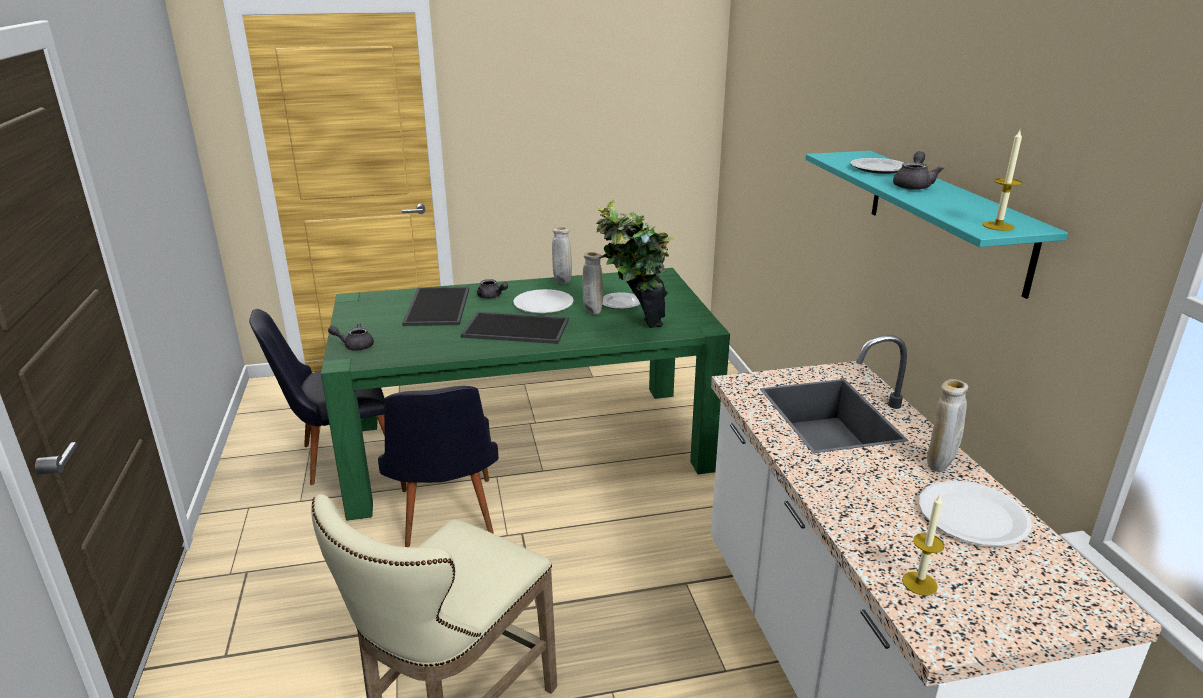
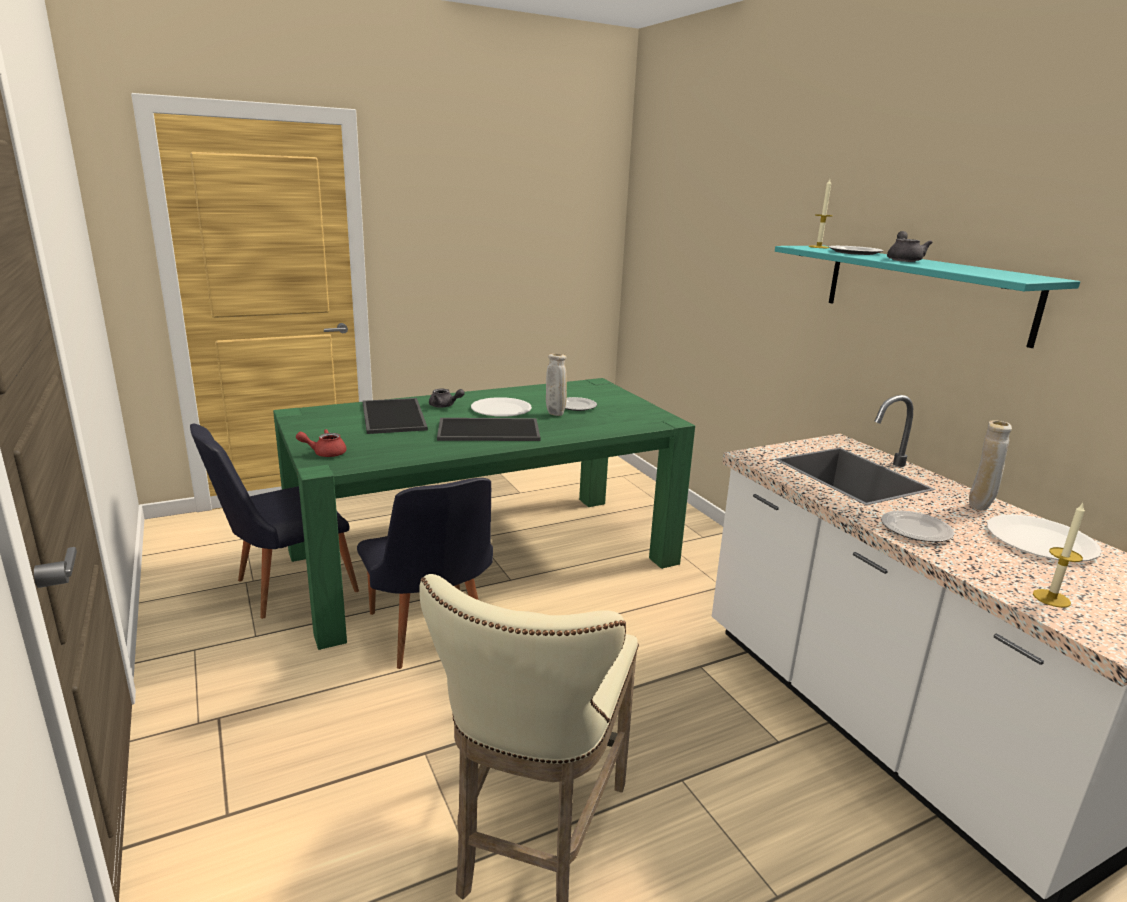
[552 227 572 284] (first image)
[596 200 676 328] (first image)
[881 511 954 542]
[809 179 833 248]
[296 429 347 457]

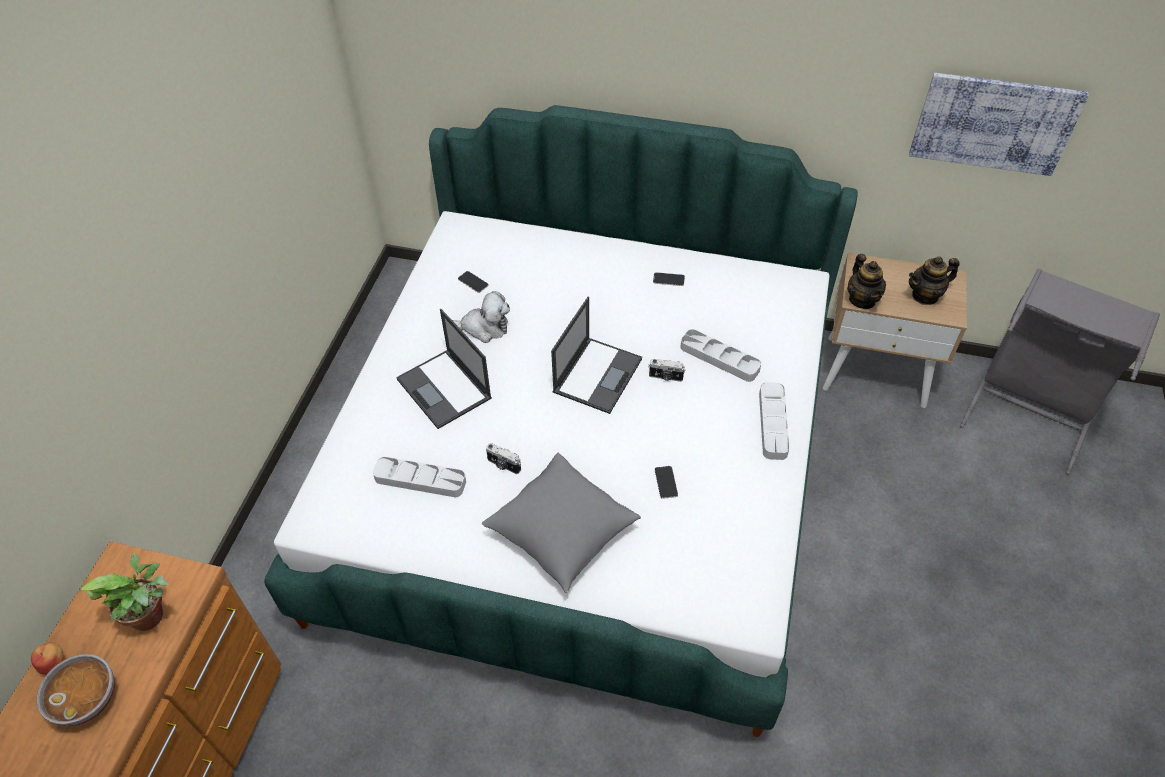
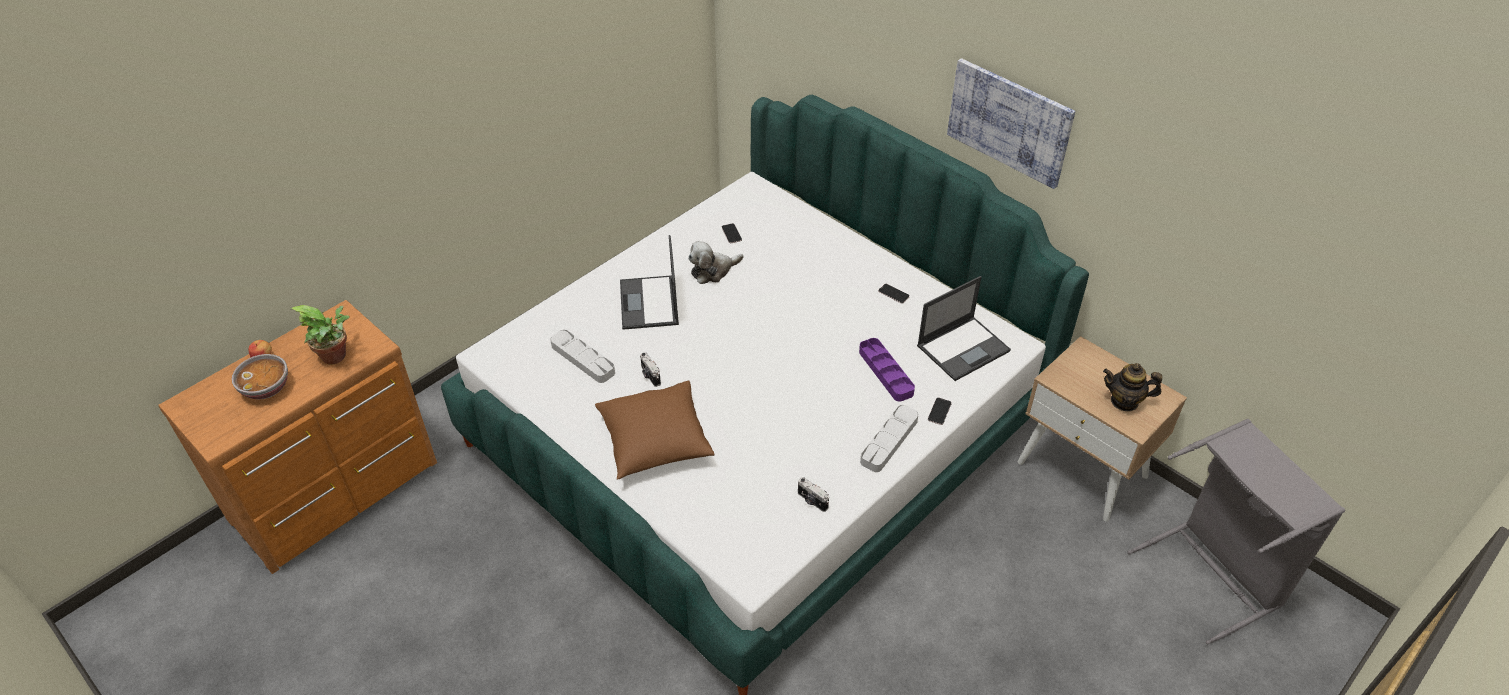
[847 254 886 309] (first image)
[917 276 1011 381]
[798 477 829 512]
[928 398 952 425]
[947 58 1075 189]
[595 380 715 480]
[859 338 915 402]
[688 241 743 284]

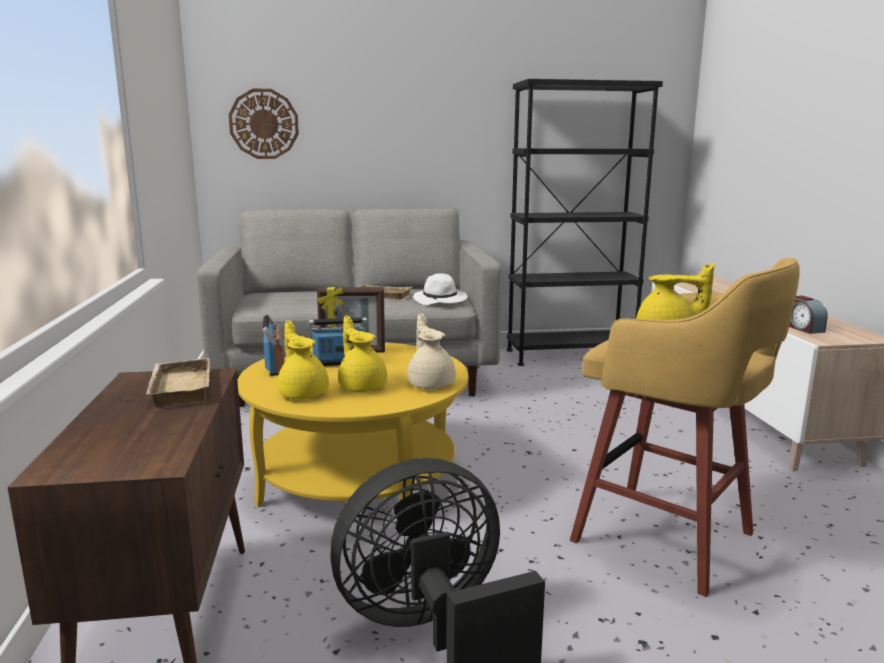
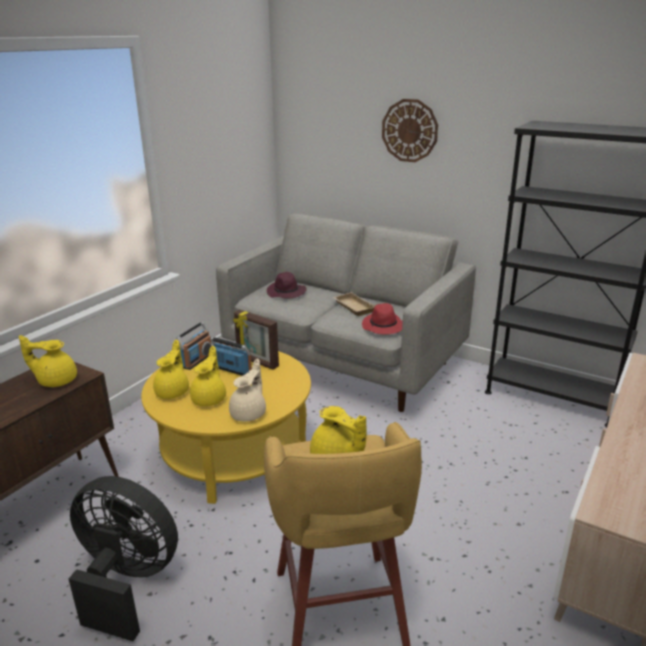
[789 296 828 334] (first image)
[267 272 307 298]
[382 99 438 162]
[19 335 77 387]
[362 303 403 335]

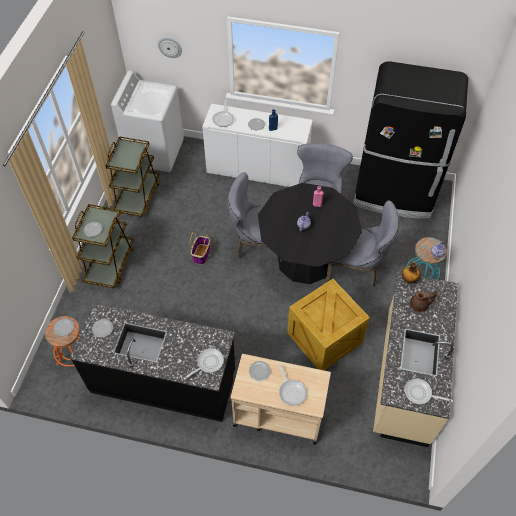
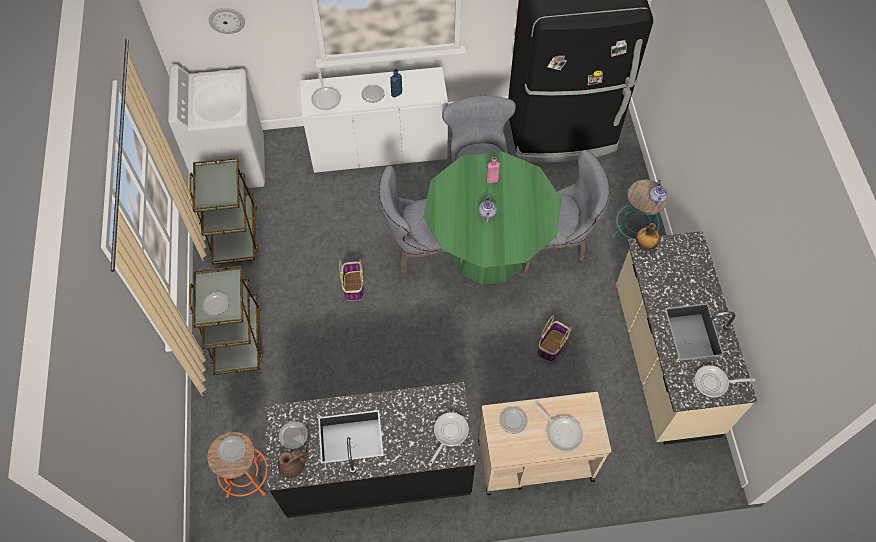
[278 447 308 478]
[537 315 572 362]
[423 151 562 285]

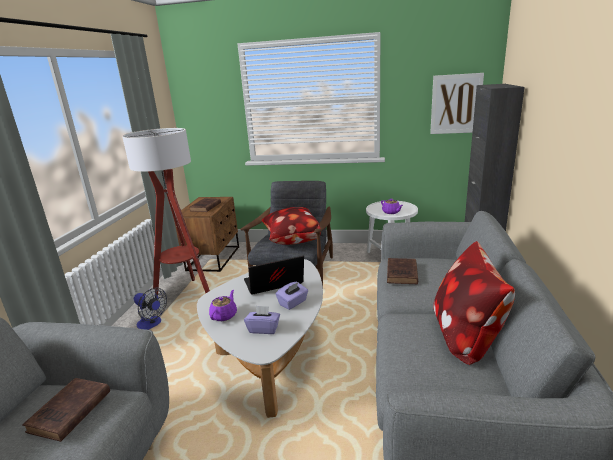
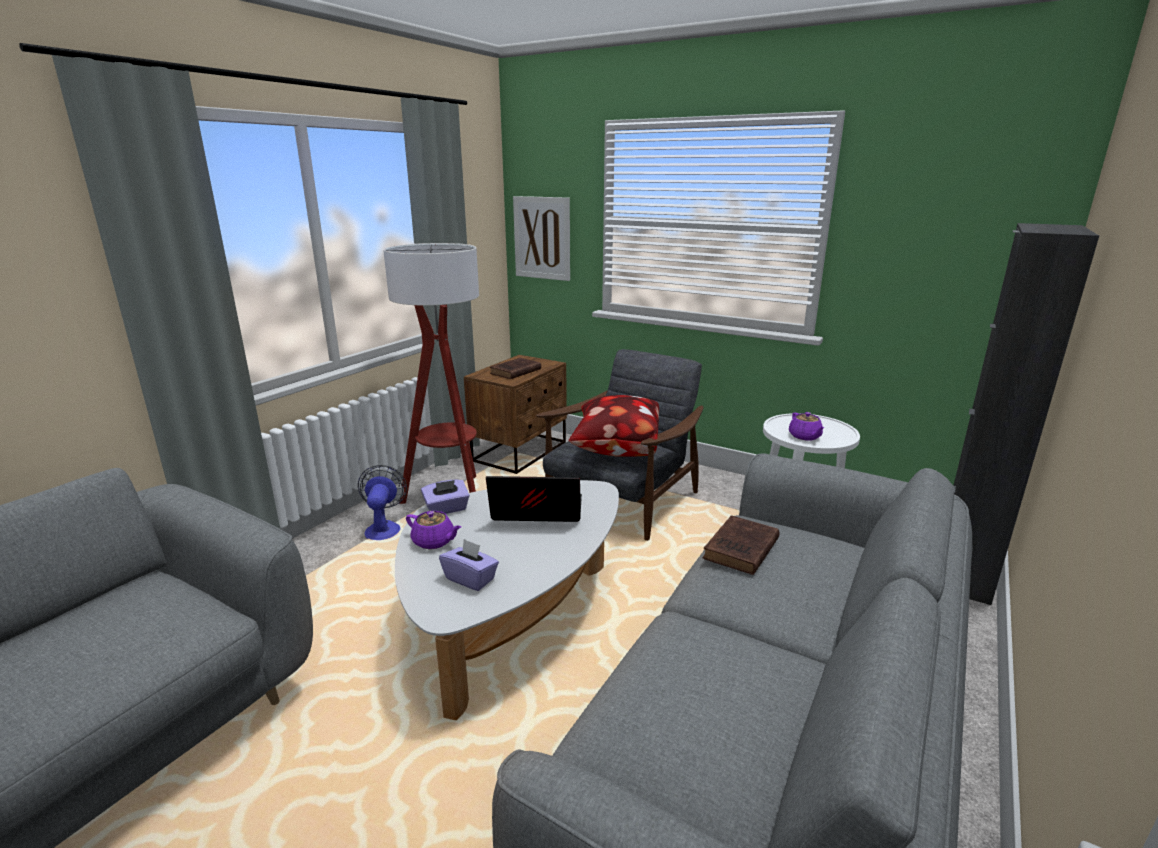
[22 378 110 442] (first image)
[433 241 515 365] (first image)
[421 479 470 514]
[513 196 570 281]
[358 465 407 540]
[406 511 461 549]

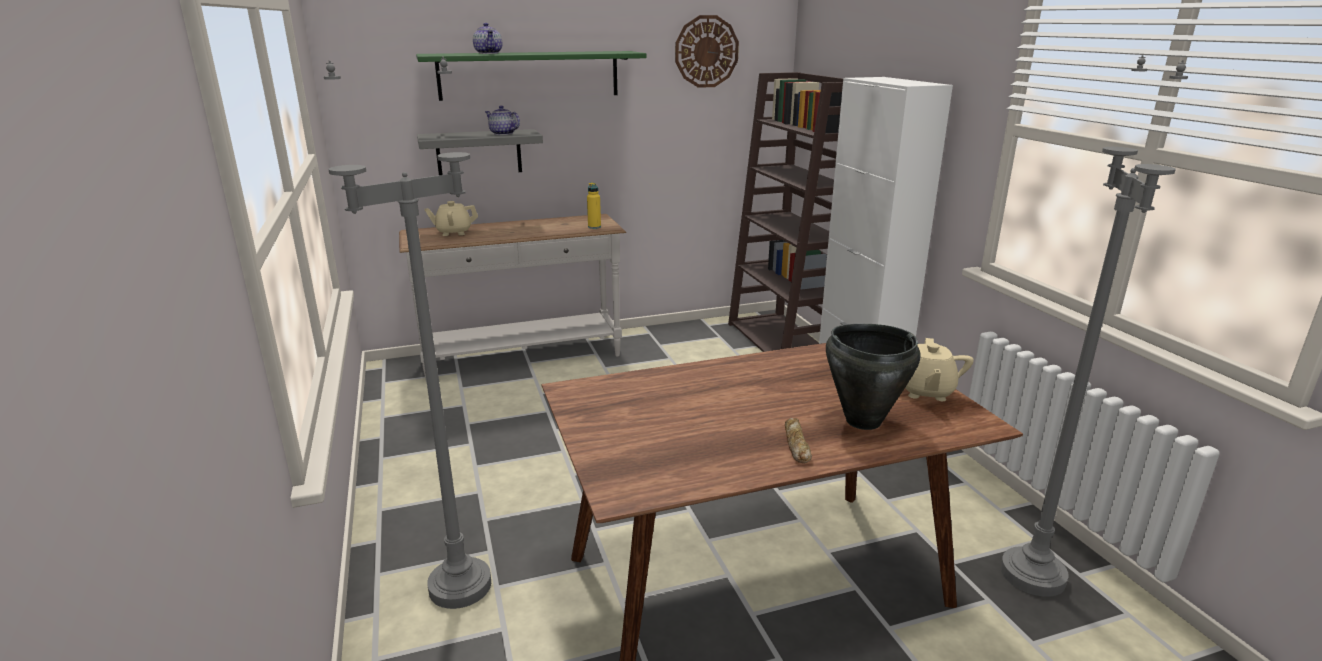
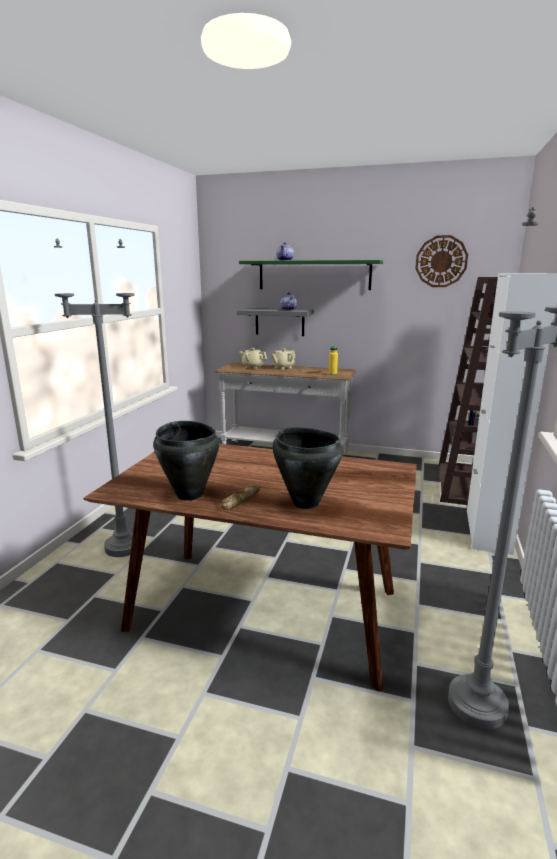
[153 421 220 501]
[271 348 296 369]

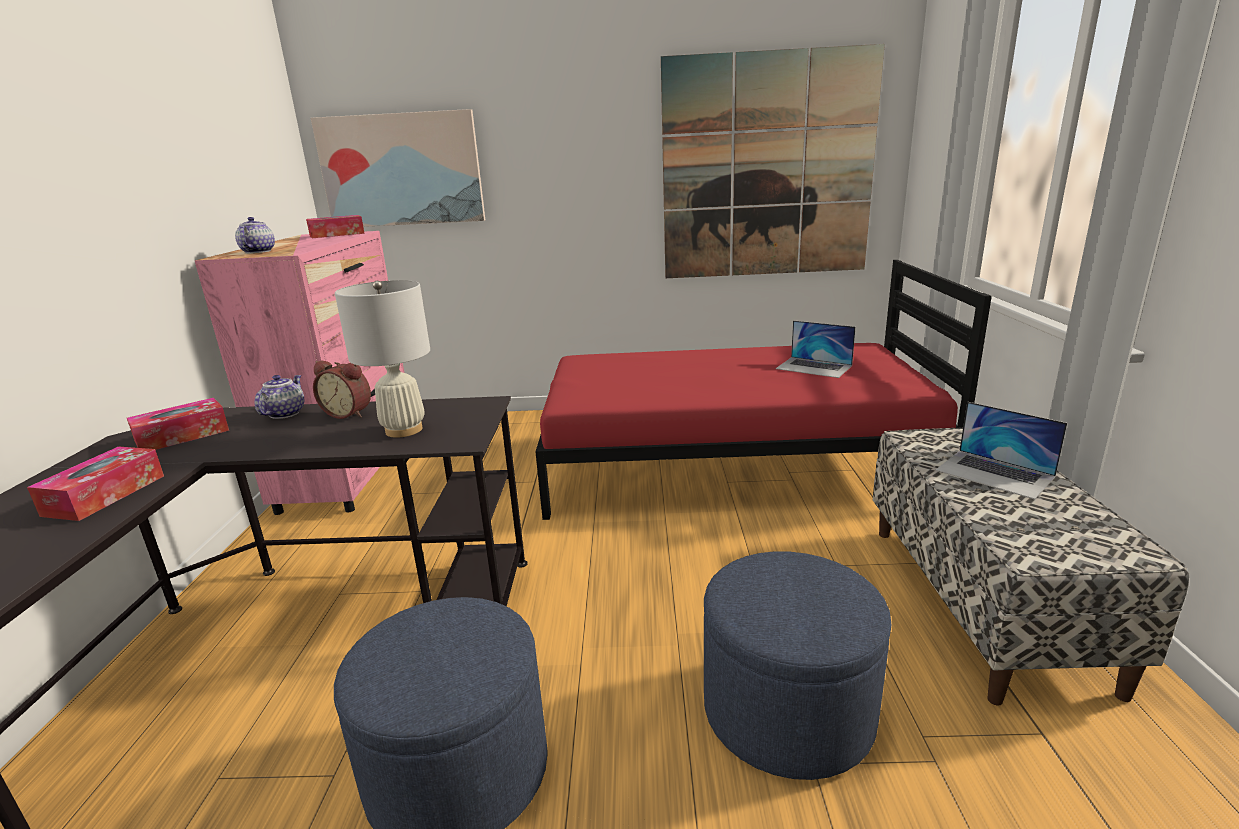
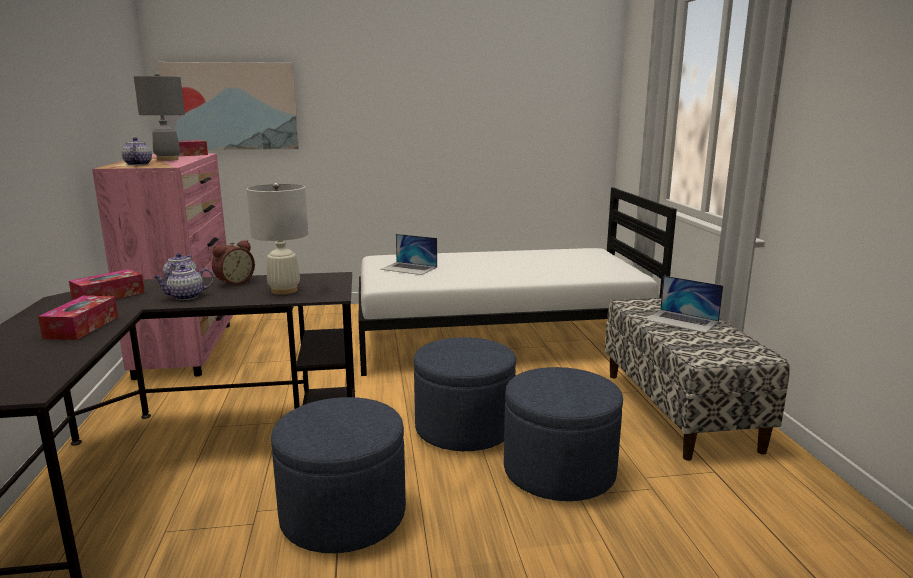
[661 44 885 278] (first image)
[134 73 185 161]
[153 265 214 300]
[414 337 516 451]
[380 234 437 275]
[359 188 677 376]
[212 240 255 286]

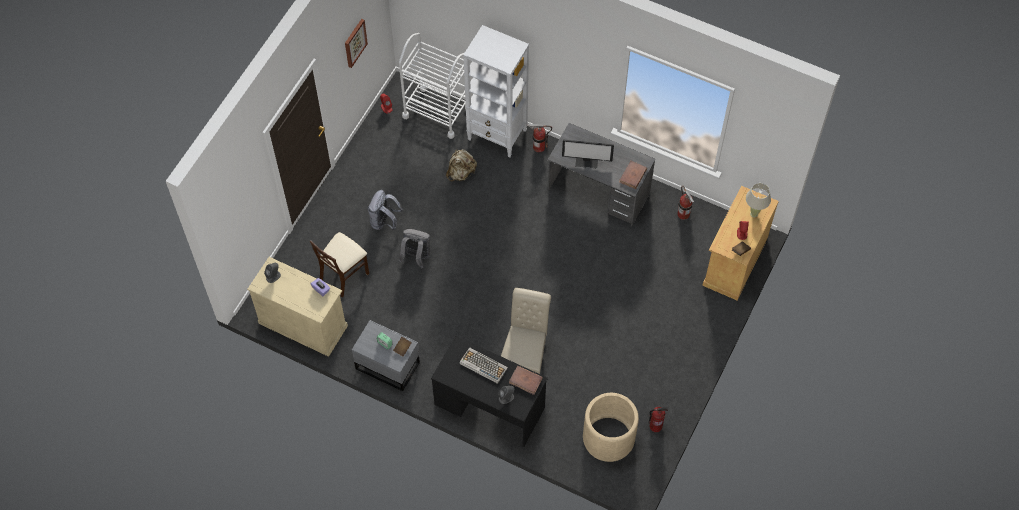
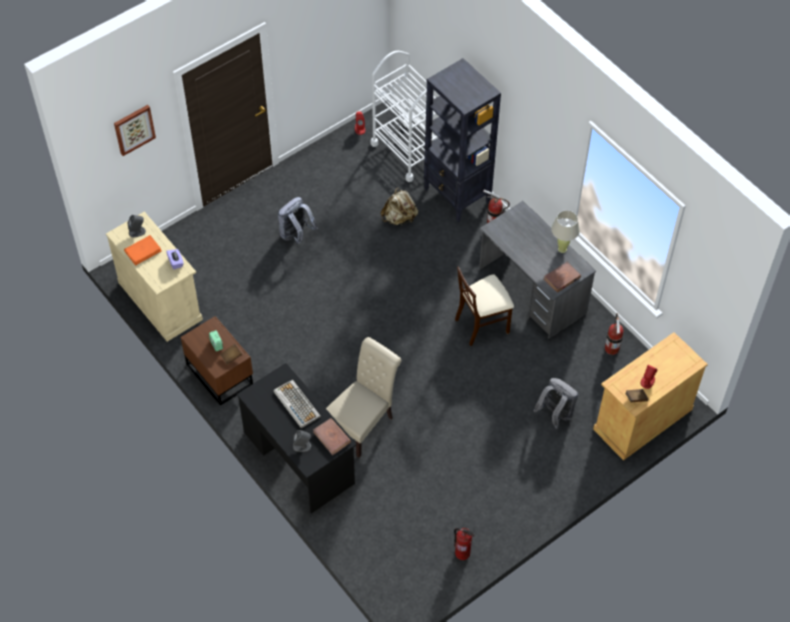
[562 140 614 169] (first image)
[583 393 639 462] (first image)
[124 235 162 266]
[455 266 514 346]
[114 105 156 156]
[533 378 578 429]
[551 210 580 253]
[181 316 253 406]
[424 58 501 222]

